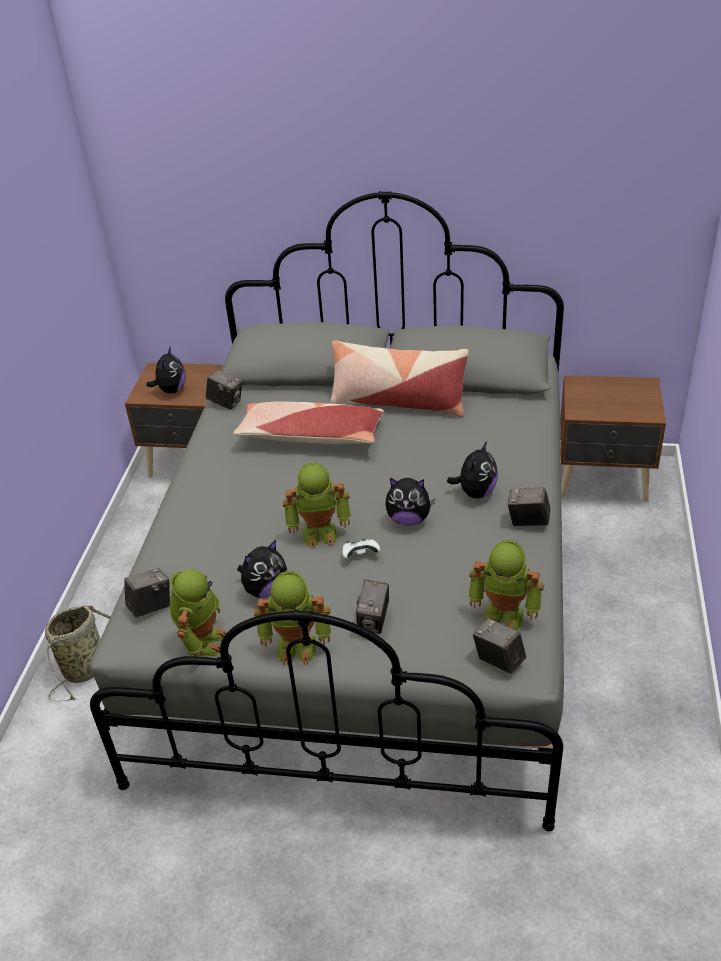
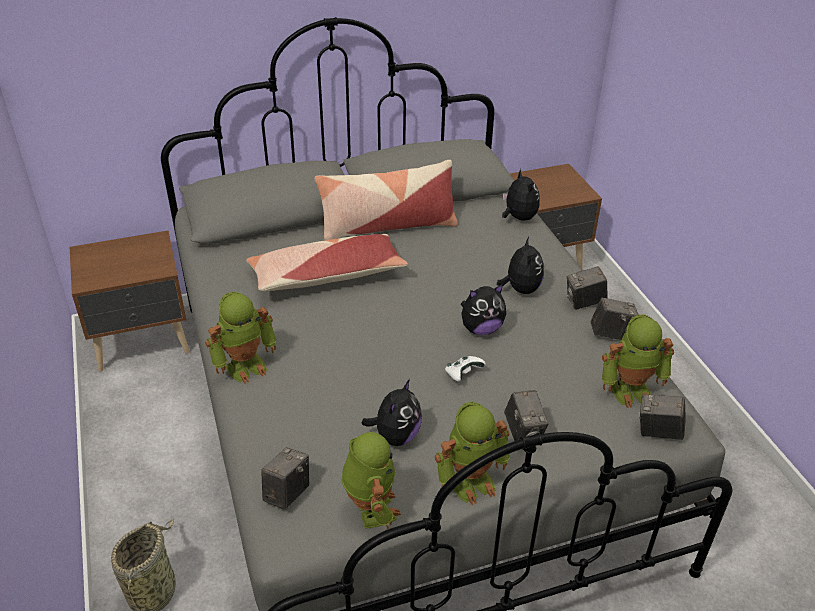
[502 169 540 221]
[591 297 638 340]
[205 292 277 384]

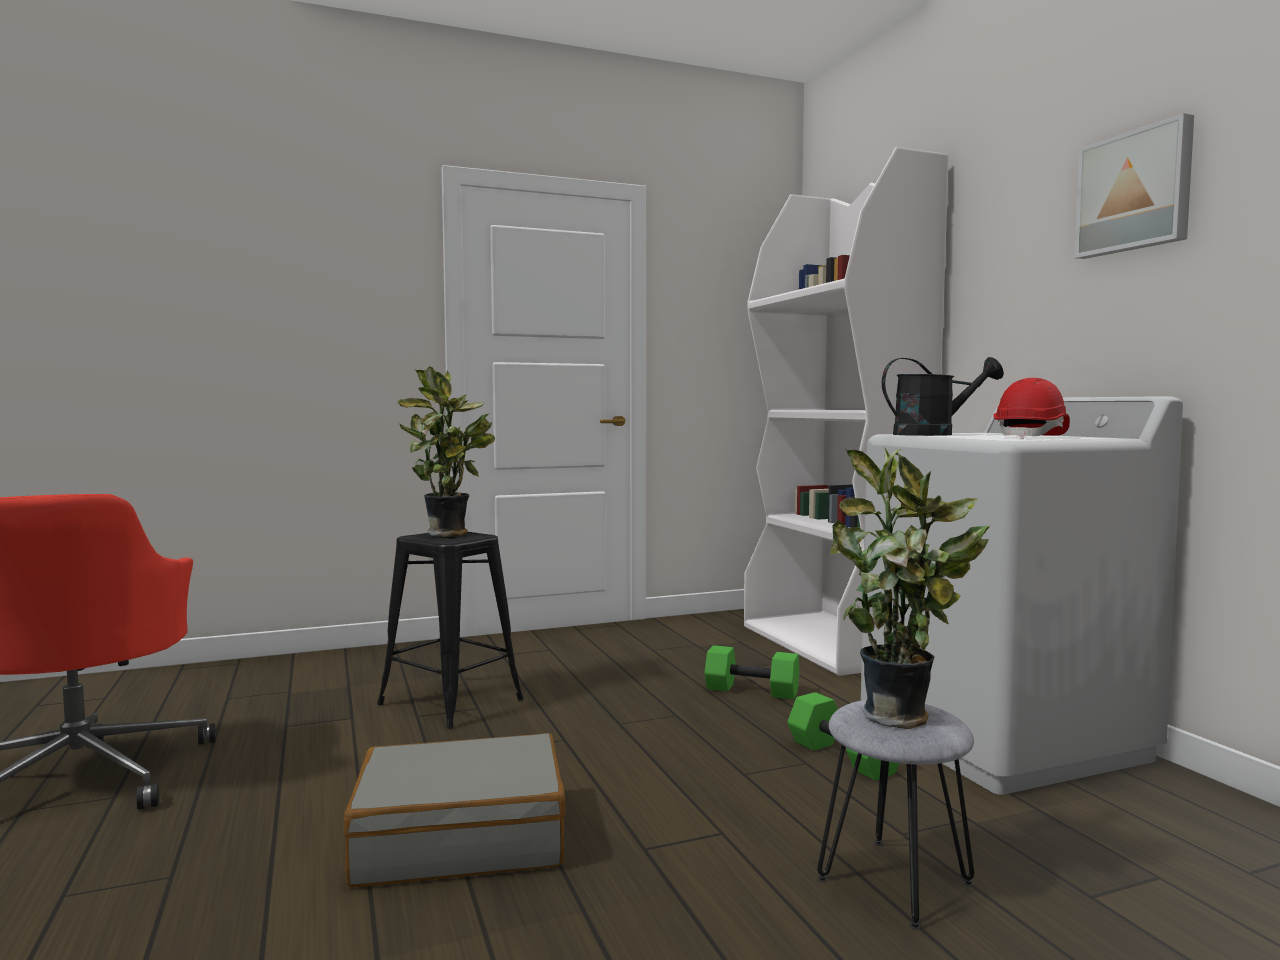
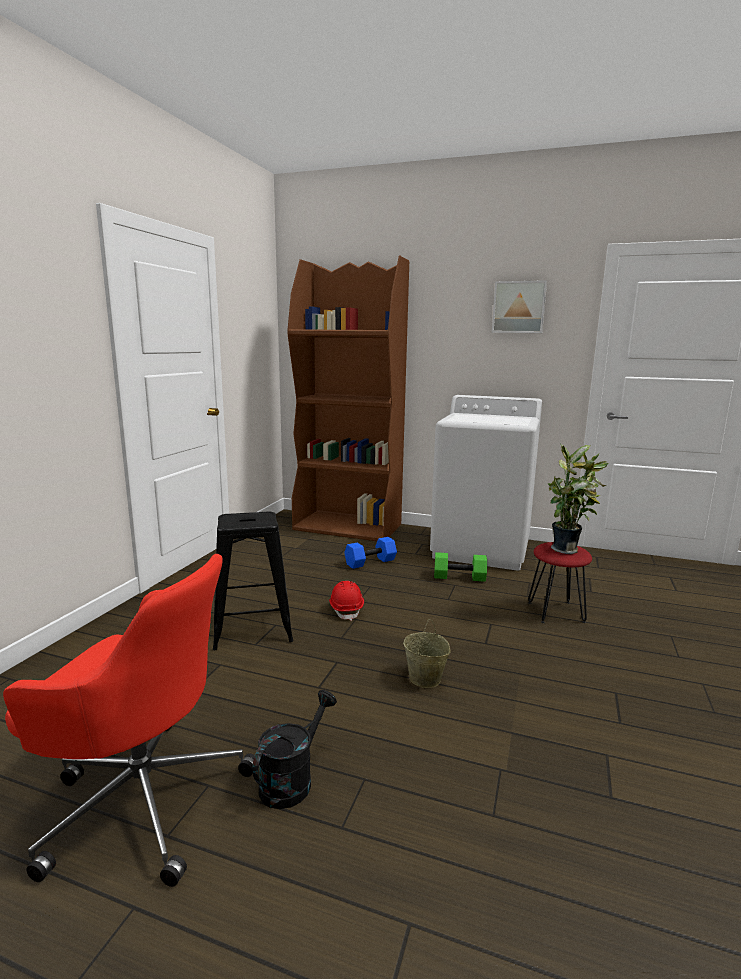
[397 366 495 537] (first image)
[252 690 337 809]
[329 581 364 621]
[403 619 451 688]
[344 537 397 569]
[288 255 409 541]
[528 542 592 623]

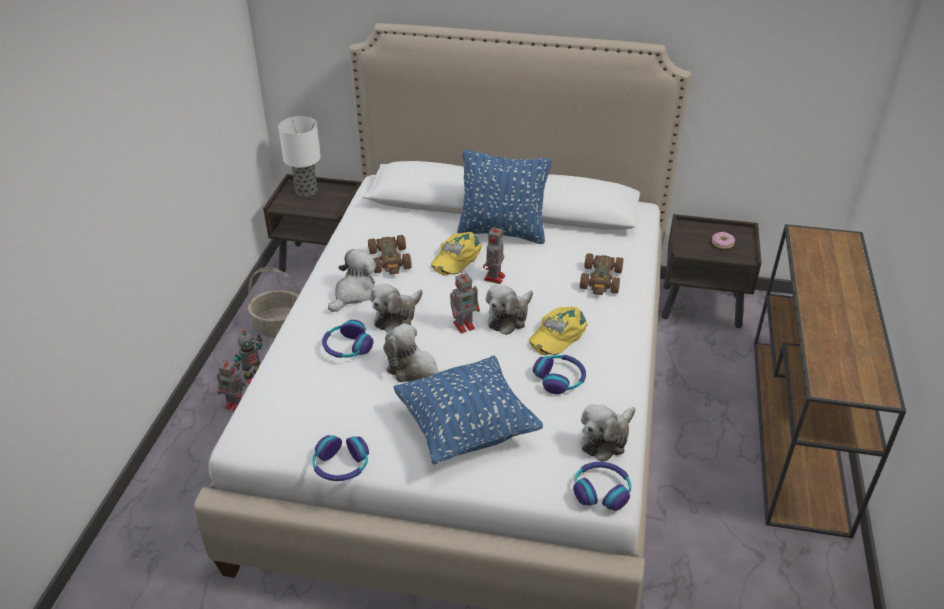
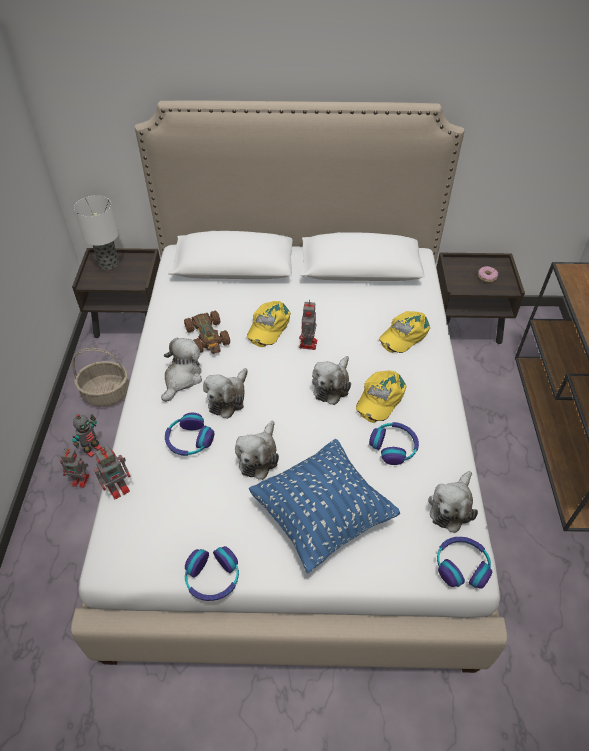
[457 150 552 244] (first image)
[93 446 131 500]
[379 311 430 353]
[235 421 279 480]

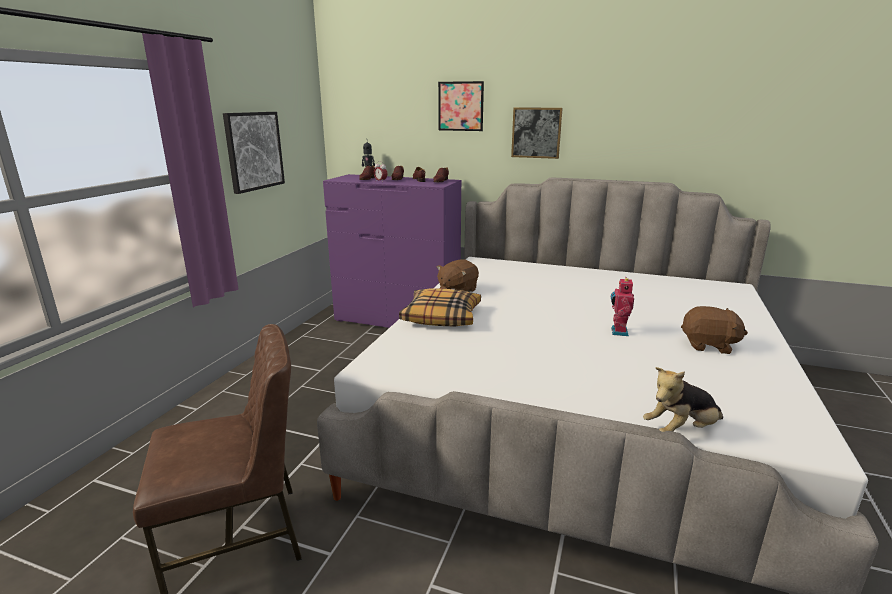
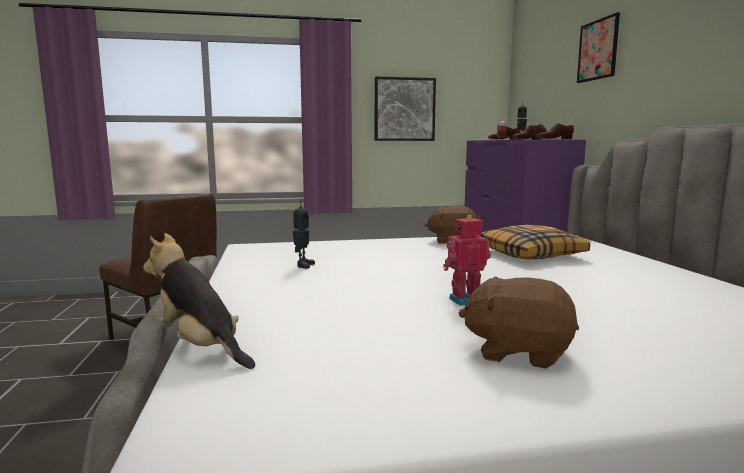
[511 108 563 159] (first image)
[293 199 315 269]
[479 225 590 259]
[459 277 579 369]

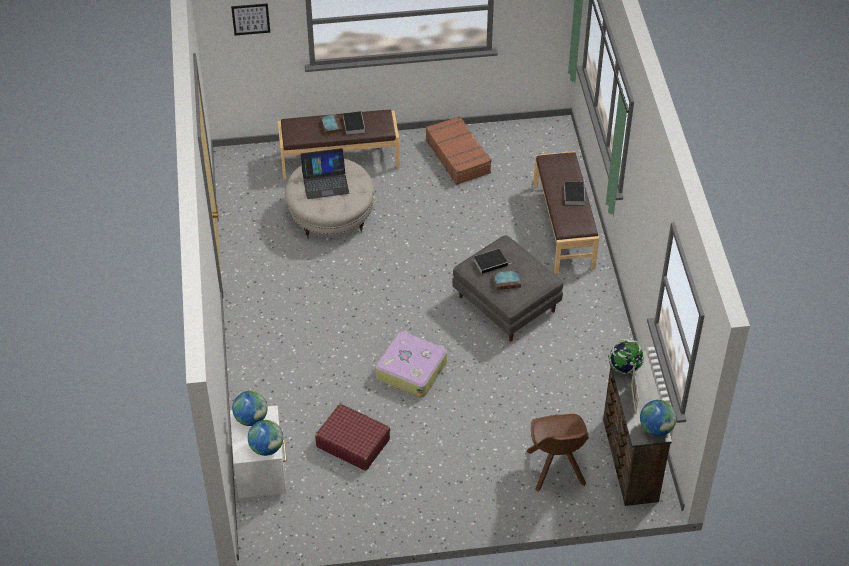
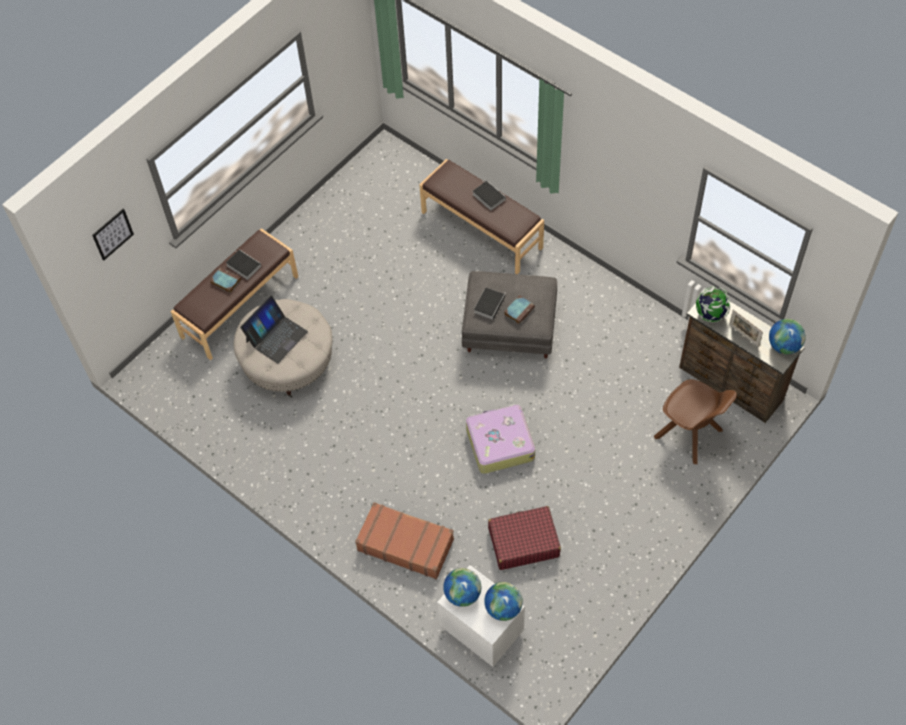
[355 502 454 580]

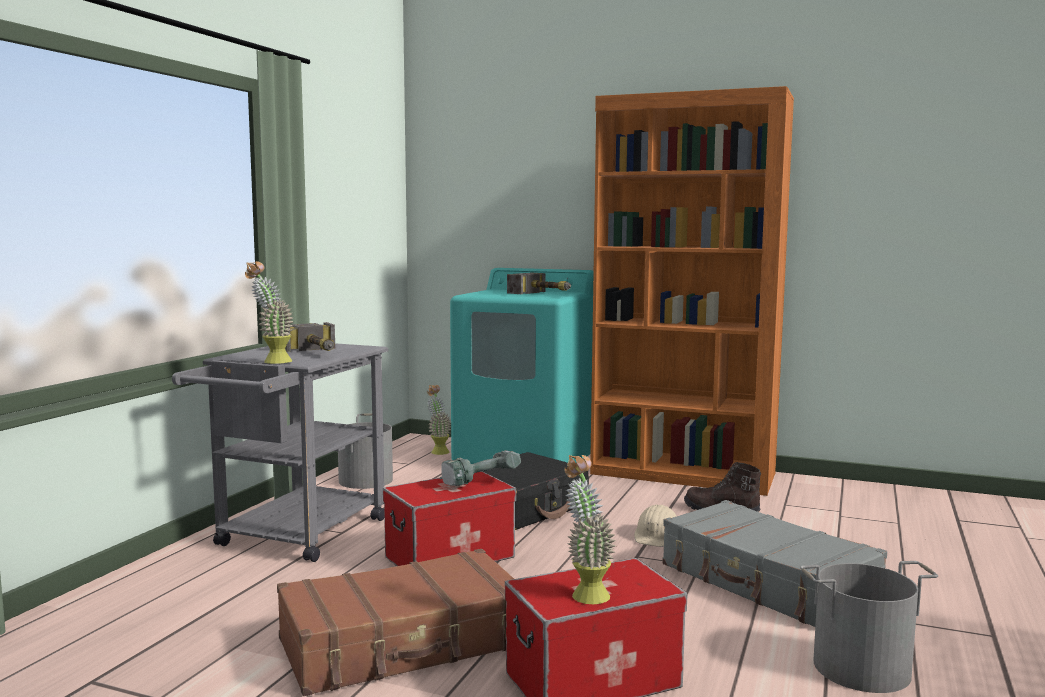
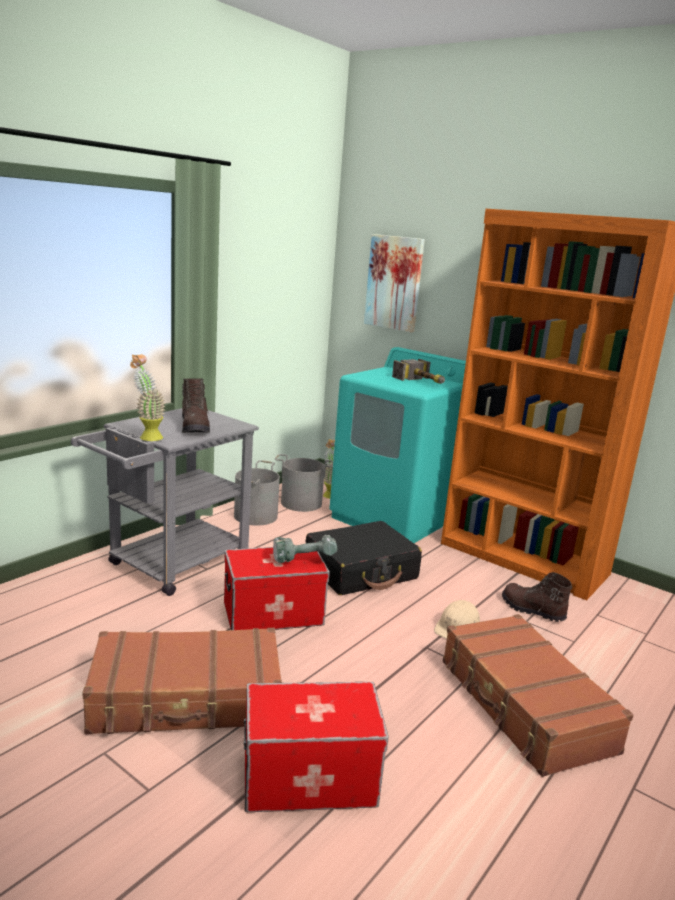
[565 455 616 604] (first image)
[364 234 425 333]
[275 454 333 512]
[182 378 210 433]
[443 614 633 777]

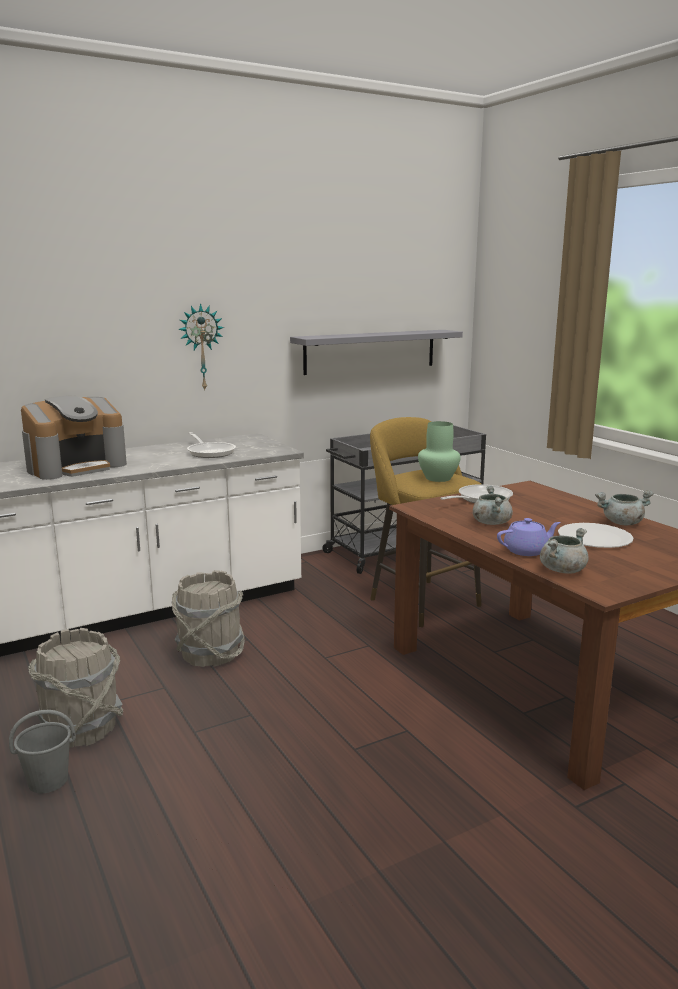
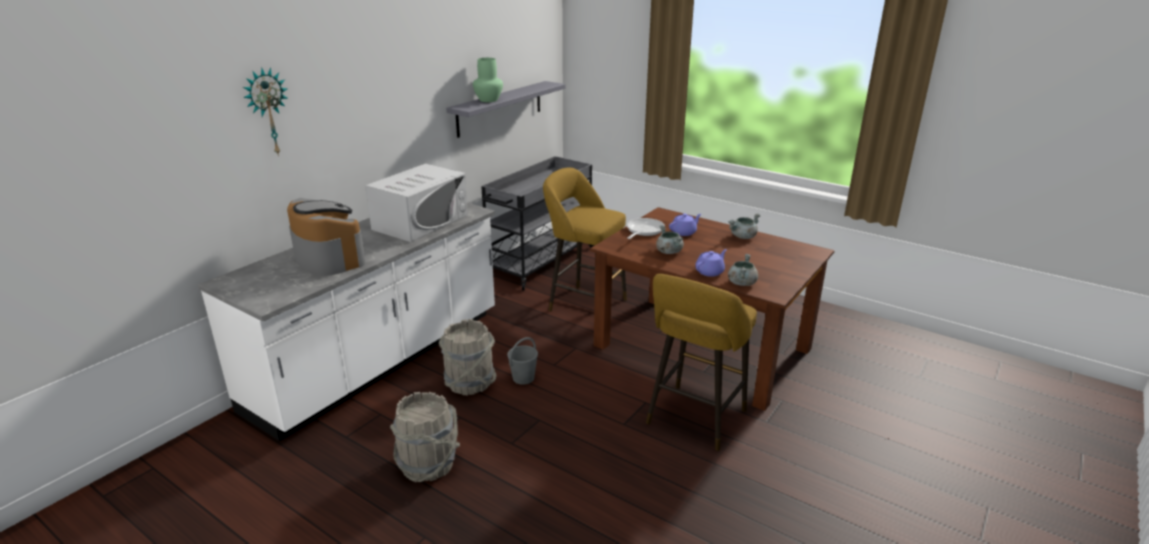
[558 523 633 548] (first image)
[646 274 757 451]
[669 214 701 236]
[507 337 538 385]
[243 68 288 156]
[473 58 503 102]
[365 163 468 242]
[287 198 365 276]

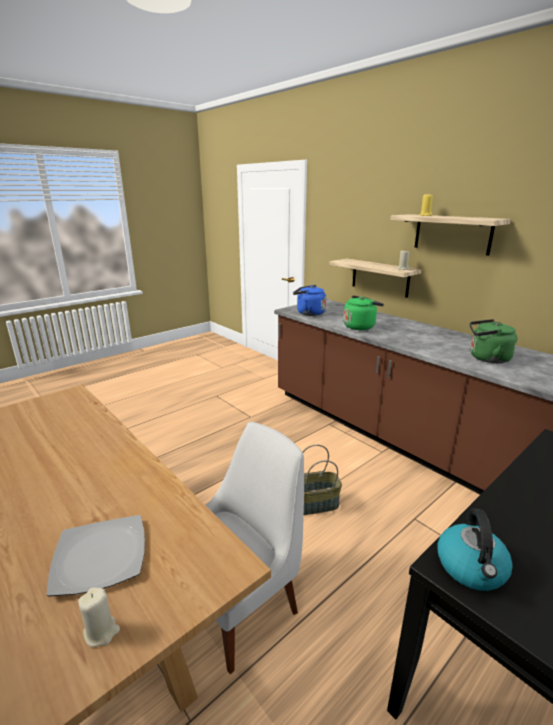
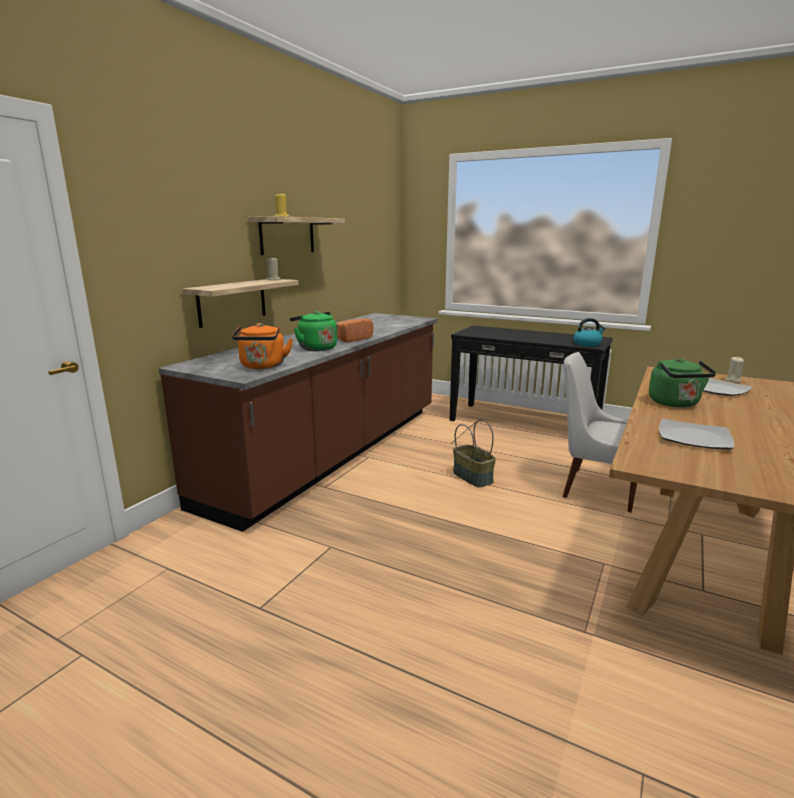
[336 319 373 342]
[659 419 734 449]
[649 358 716 407]
[232 323 293 369]

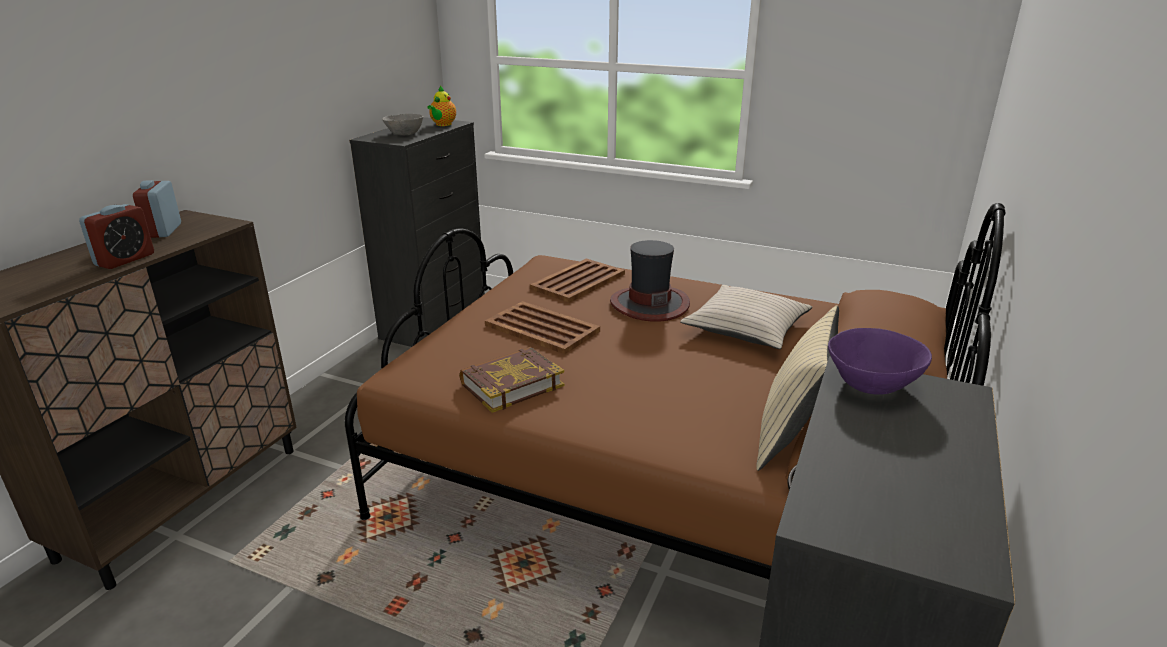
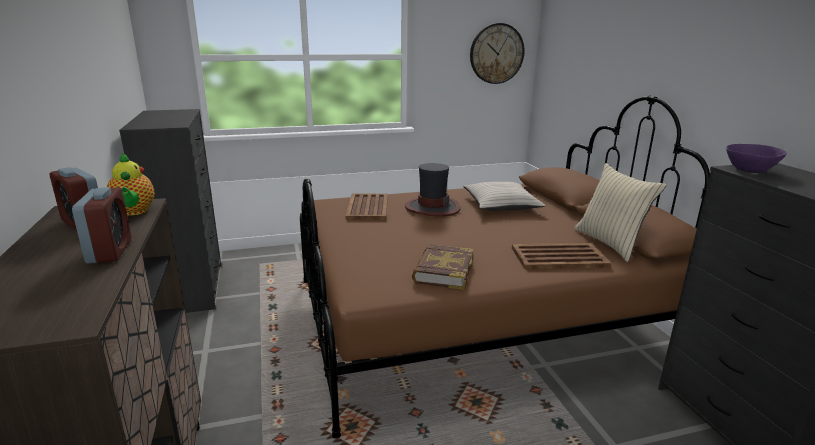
[382 114 423 135] (first image)
[470 23 525 84]
[107 153 154 216]
[512 243 611 269]

